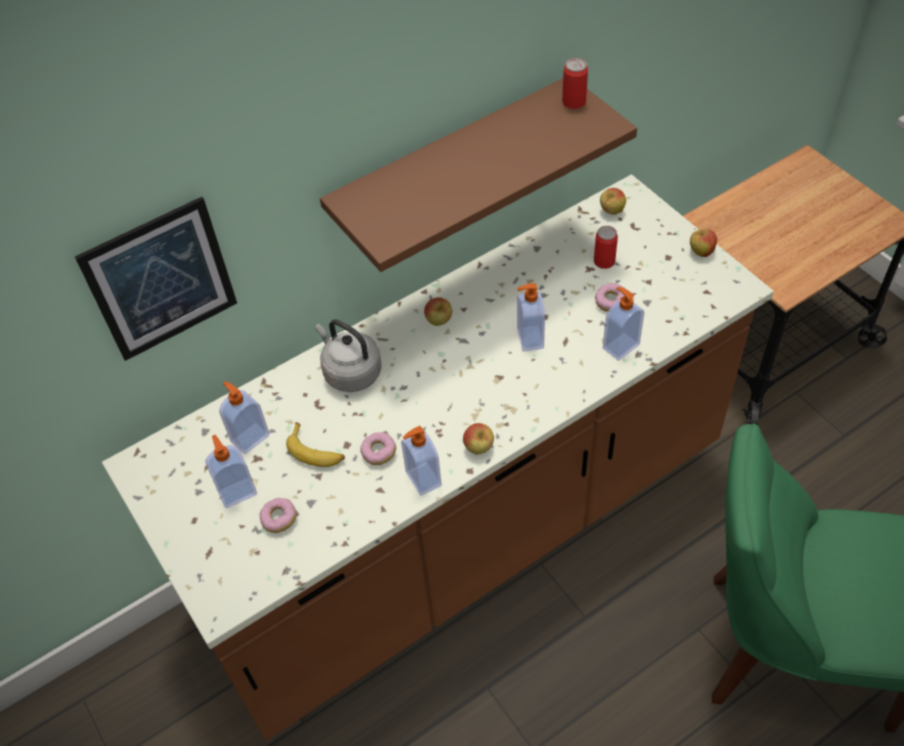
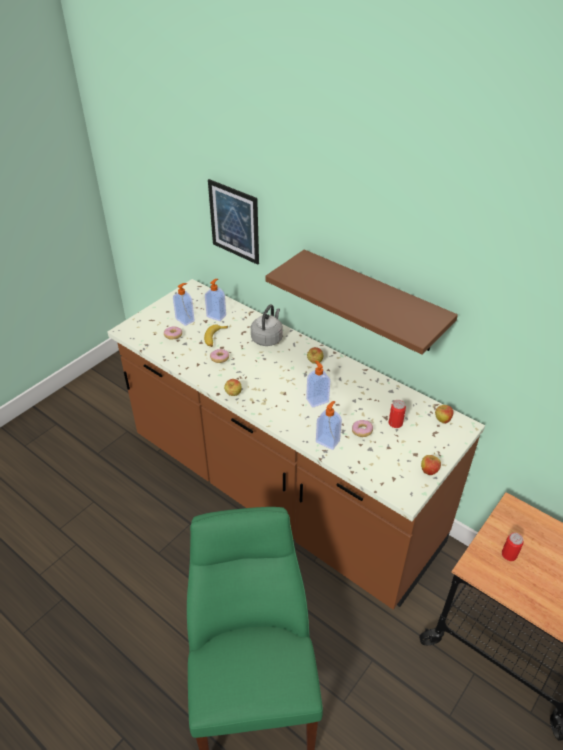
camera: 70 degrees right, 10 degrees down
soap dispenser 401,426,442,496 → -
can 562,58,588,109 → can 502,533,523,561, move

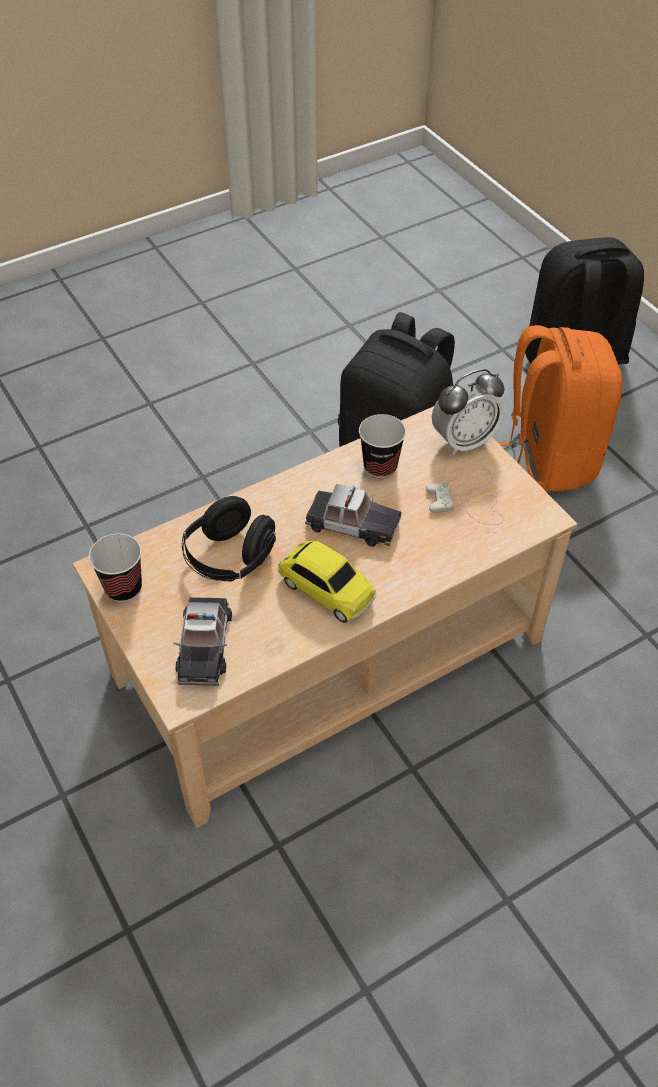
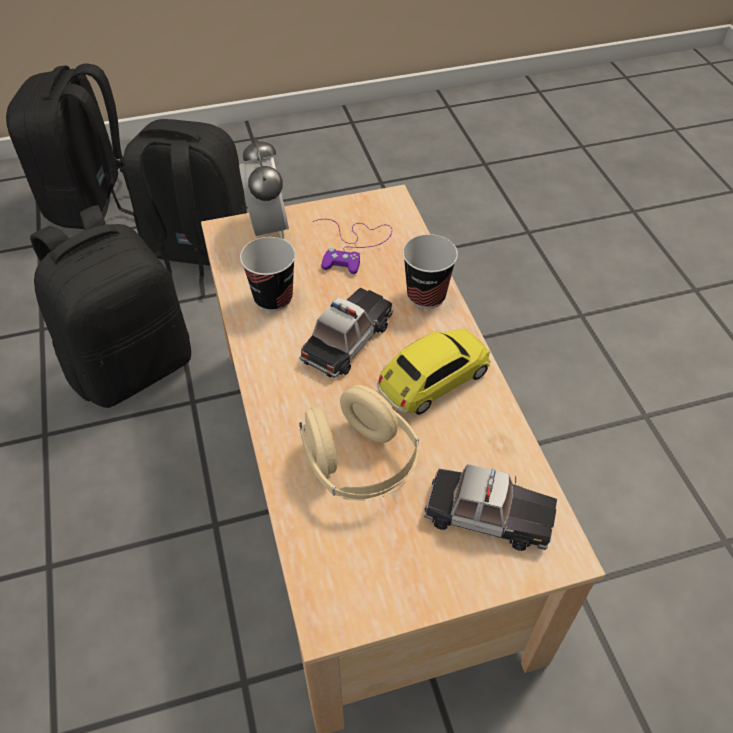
camera: 75 degrees left, 0 degrees up
cup 89,534,142,602 → cup 403,234,458,309, move
black headphones 182,496,276,582 → beige headphones 299,385,419,501
white game controller 426,466,504,525 → purple game controller 313,219,392,274
orange backpack 496,325,623,492 → black backpack 124,119,247,297

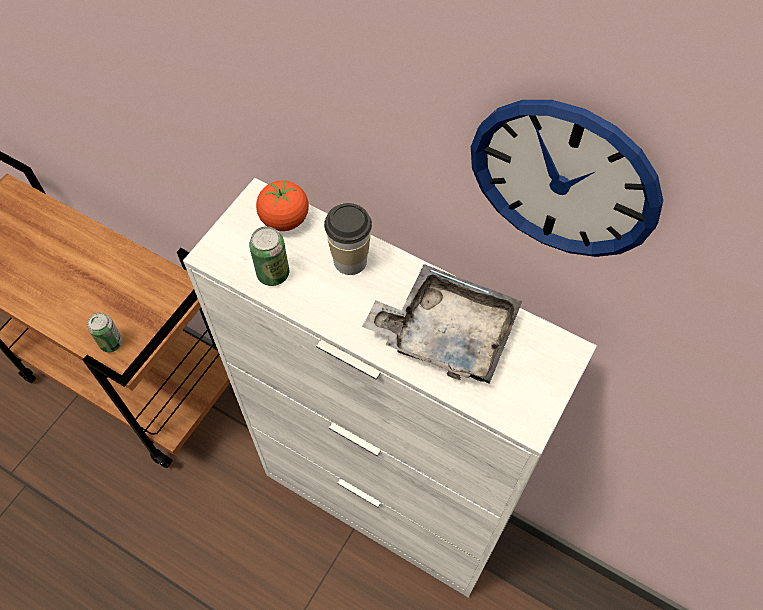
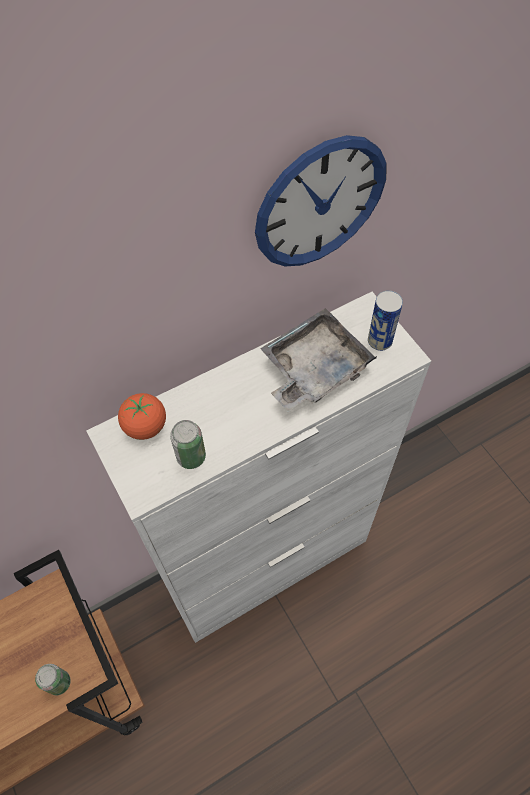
camera: 60 degrees left, 0 degrees up
cup 324,203,372,275 → -
- → can 368,290,403,351

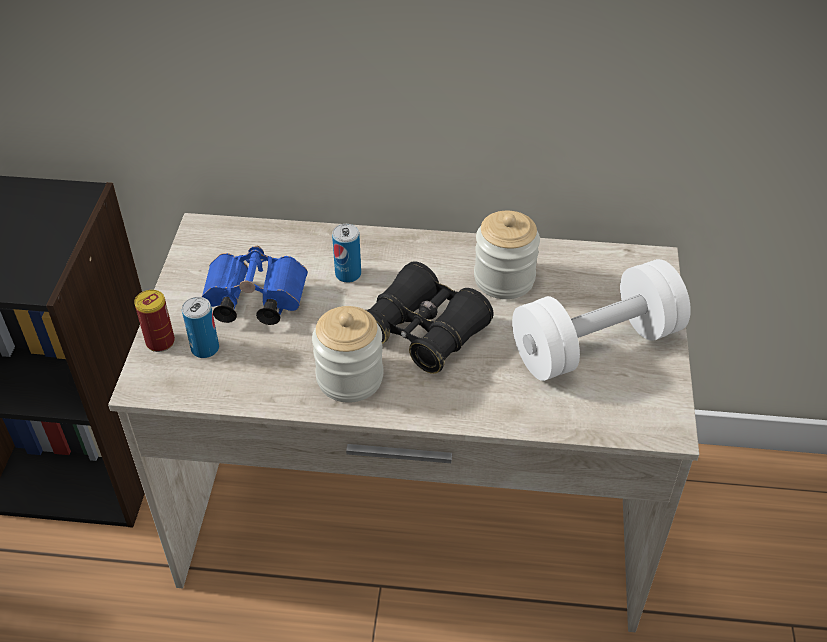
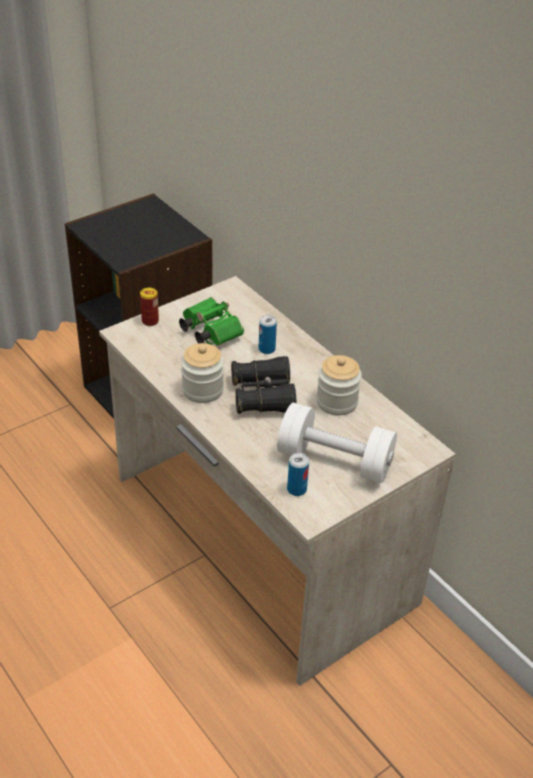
camera: 45 degrees right, 5 degrees down
can 182,297,219,358 → can 287,453,309,496, move
blue binoculars 202,246,308,325 → green binoculars 179,297,244,346

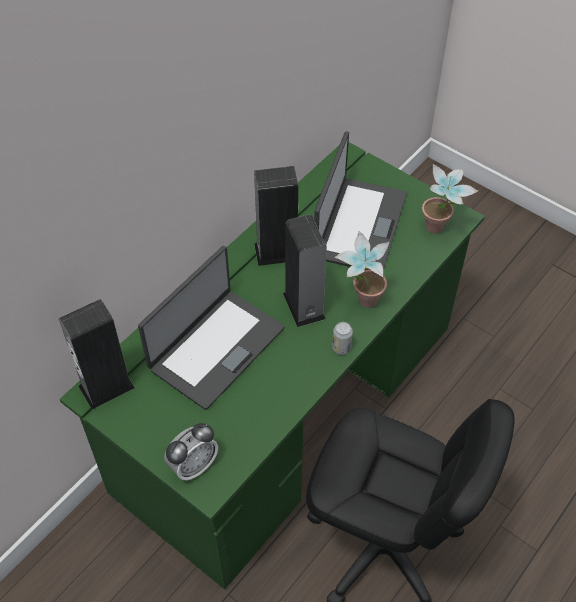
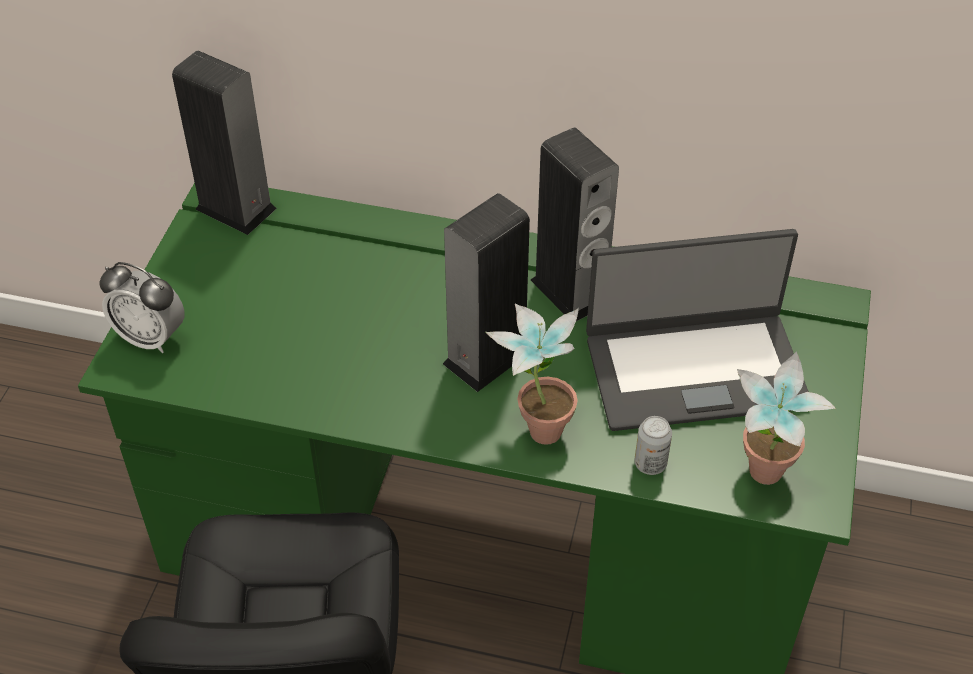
camera: 65 degrees right, 5 degrees down
laptop 138,246,284,410 → -
can 332,322,353,355 → can 634,416,672,475, move

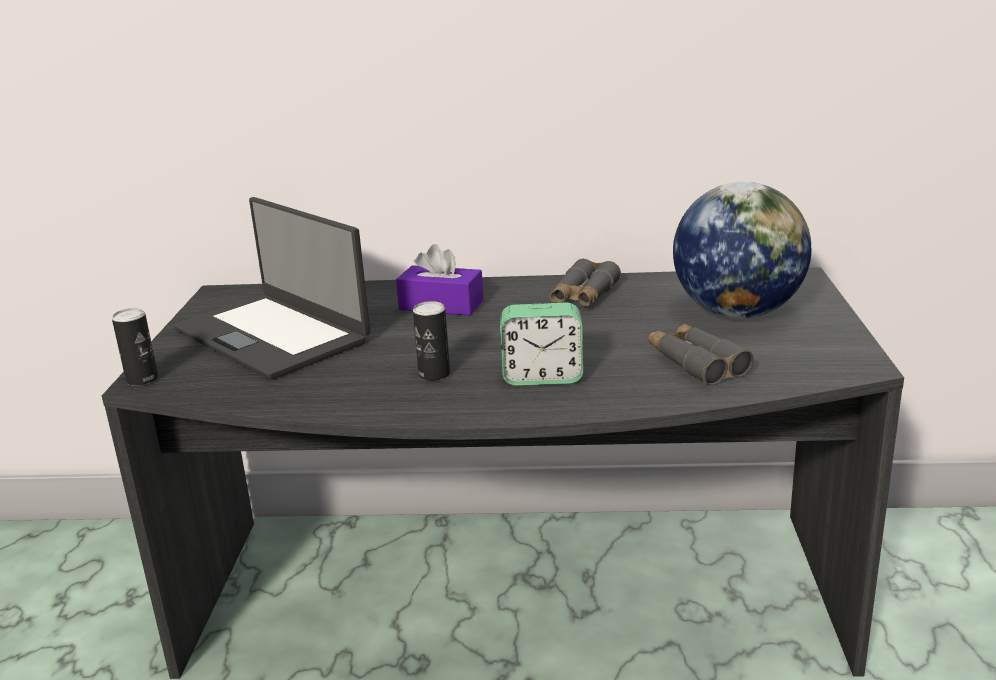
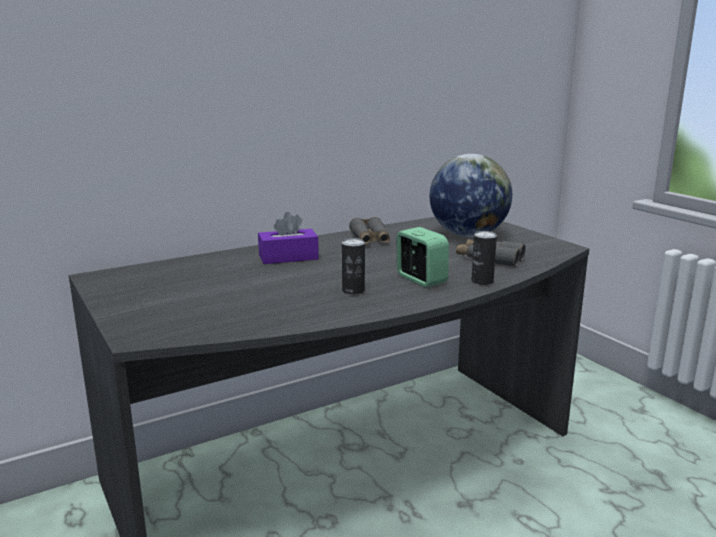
camera: 35 degrees left, 5 degrees down
can 112,308,158,386 → can 471,231,497,285, move
laptop 173,197,370,380 → -
alarm clock 500,303,583,386 → alarm clock 396,227,449,287, 90 degrees counterclockwise

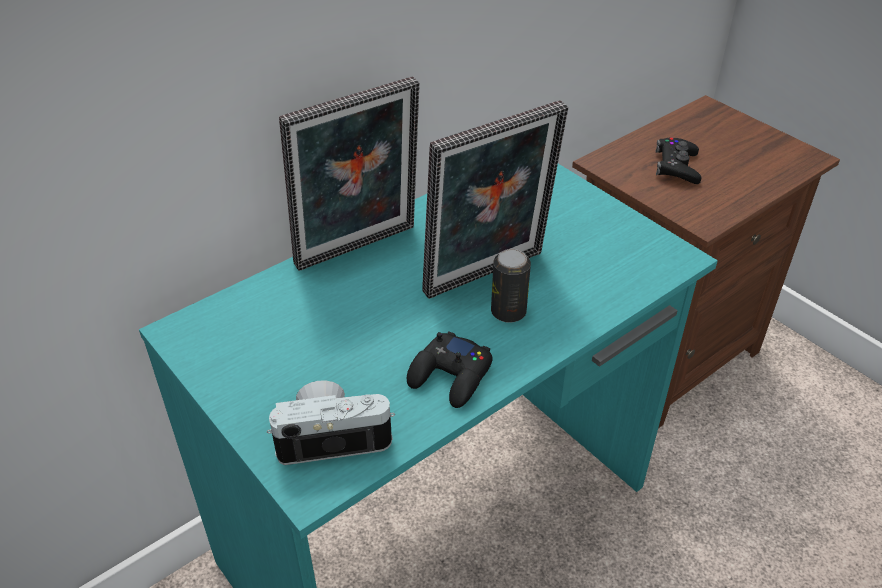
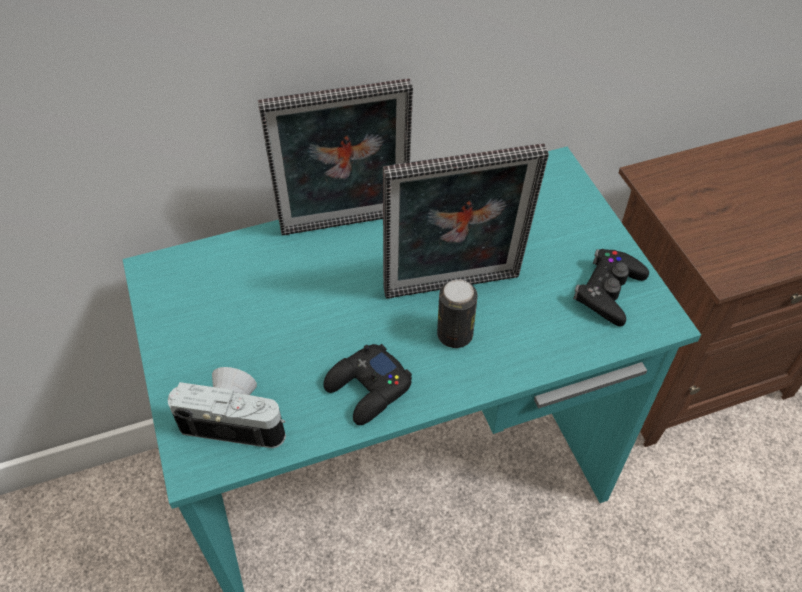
camera: 20 degrees right, 10 degrees up
black game controller 655,138,701,184 → black game controller 573,249,649,327, move

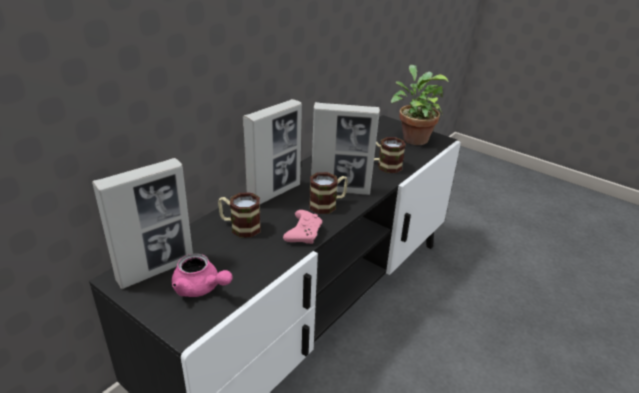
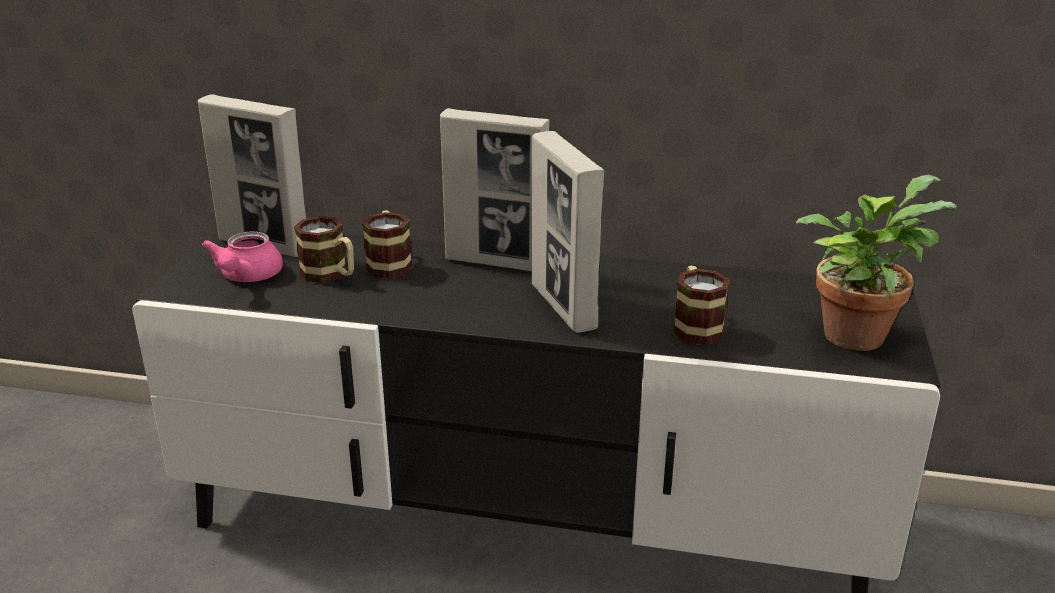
camera: 65 degrees right, 5 degrees down
pink game controller 283,210,322,244 → -
mug 309,172,348,214 → mug 294,216,354,283, move

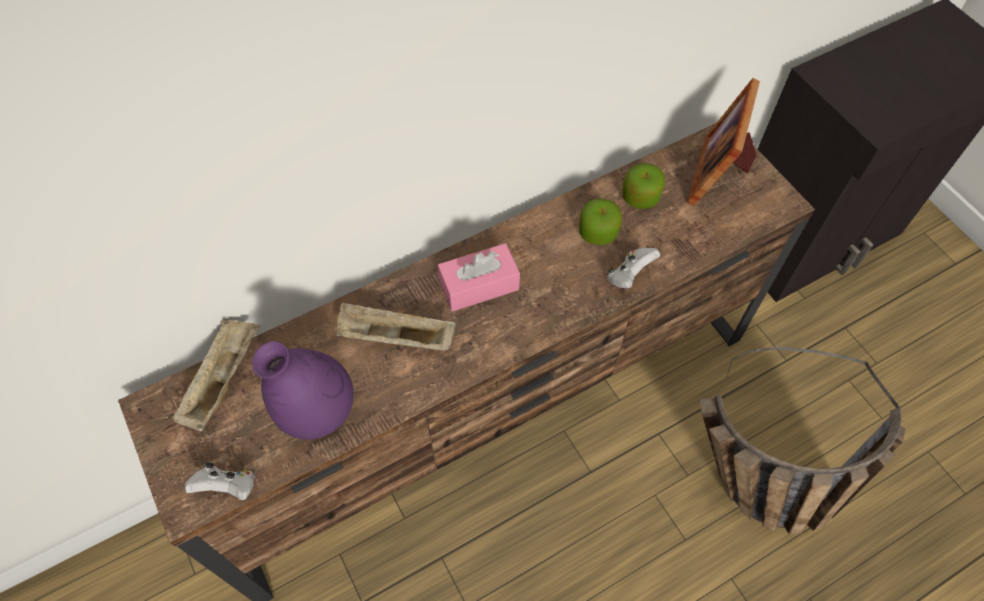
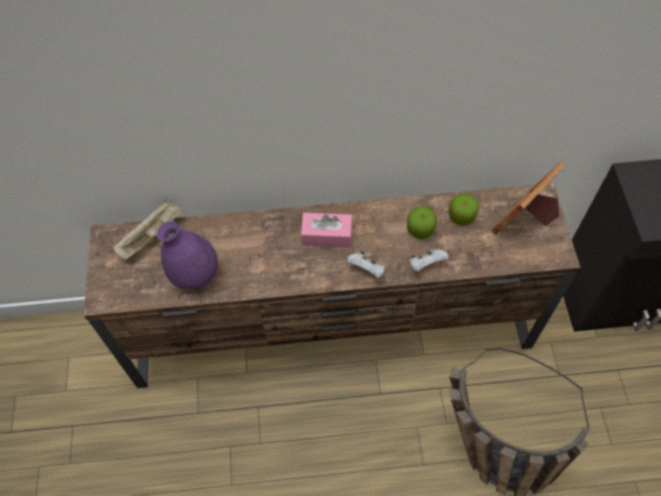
camera: 25 degrees right, 0 degrees up
white game controller 185,463,255,500 → white game controller 347,251,385,278, move
beige tray 337,302,456,351 → -

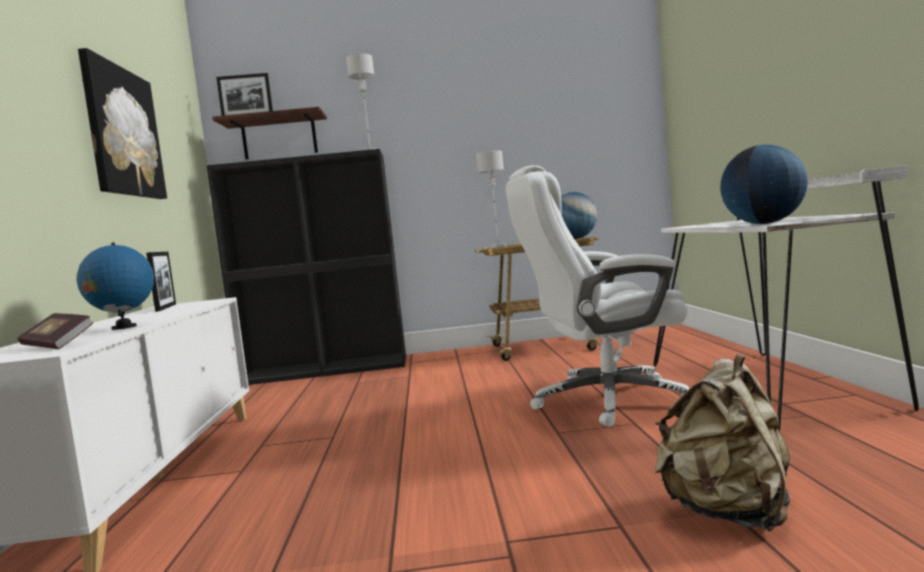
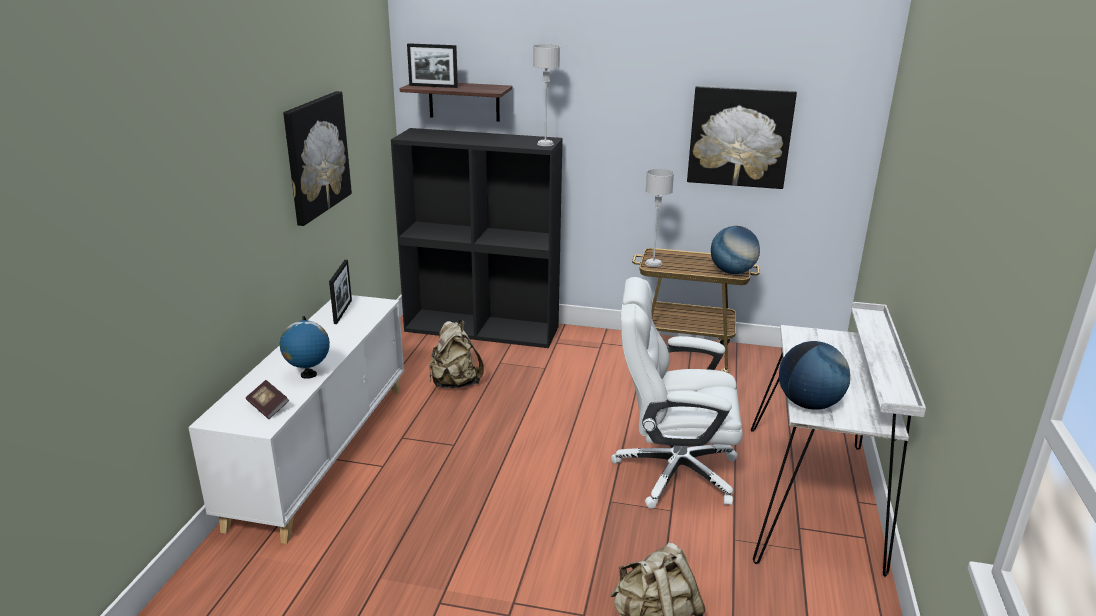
camera: 15 degrees right, 20 degrees up
- → beige backpack 429,320,484,388
- → picture 687,86,797,189

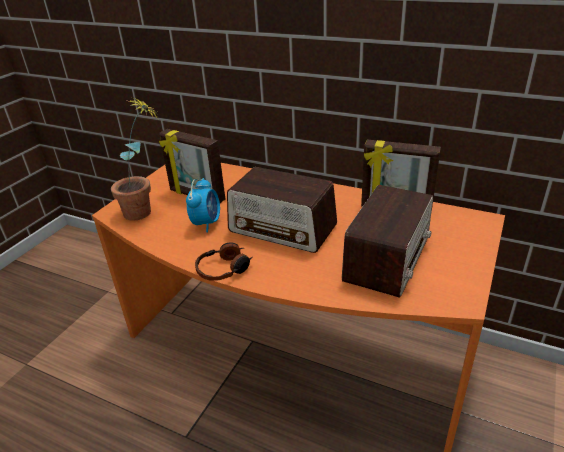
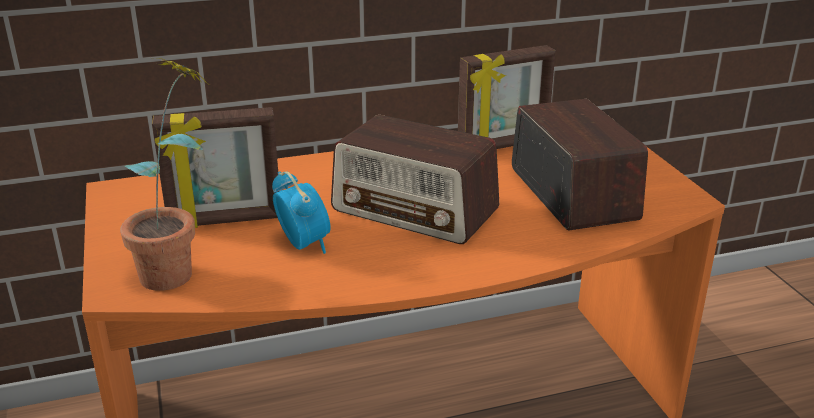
camera: 45 degrees left, 5 degrees down
headphones 195,242,253,281 → -
radio 227,167,337,253 → radio 331,115,499,244, 45 degrees clockwise

